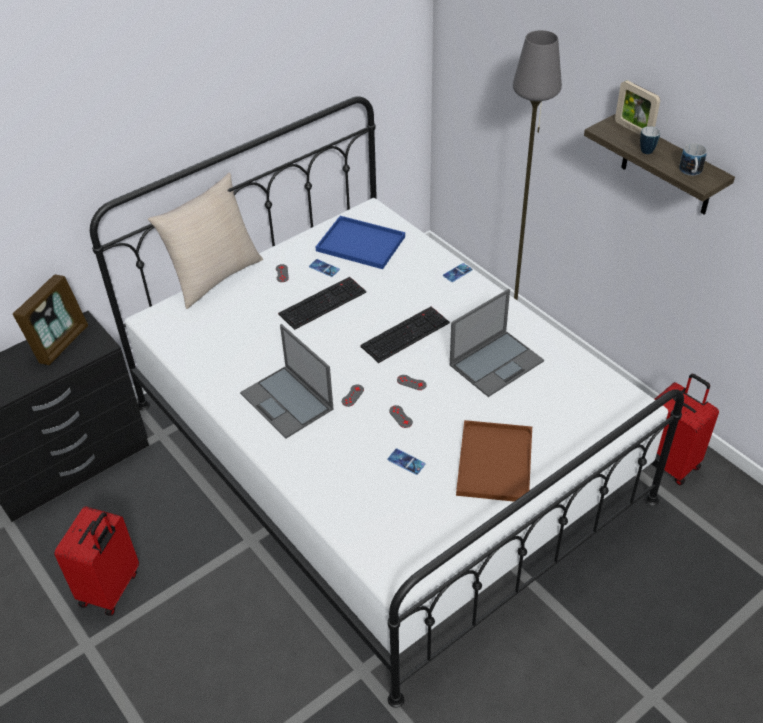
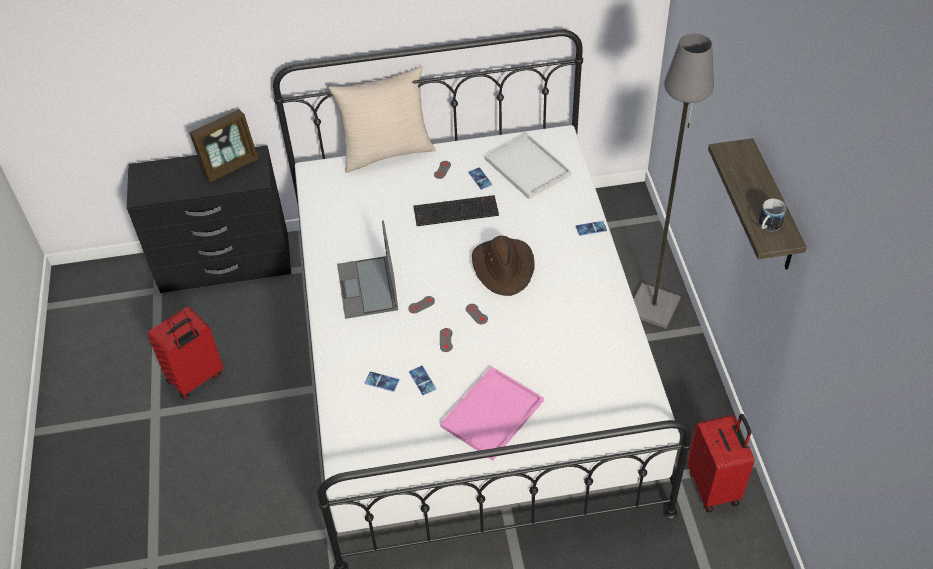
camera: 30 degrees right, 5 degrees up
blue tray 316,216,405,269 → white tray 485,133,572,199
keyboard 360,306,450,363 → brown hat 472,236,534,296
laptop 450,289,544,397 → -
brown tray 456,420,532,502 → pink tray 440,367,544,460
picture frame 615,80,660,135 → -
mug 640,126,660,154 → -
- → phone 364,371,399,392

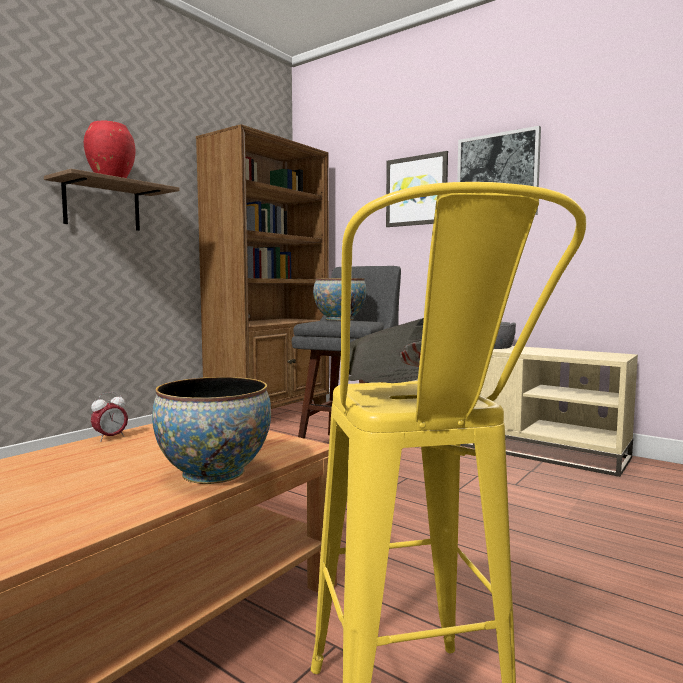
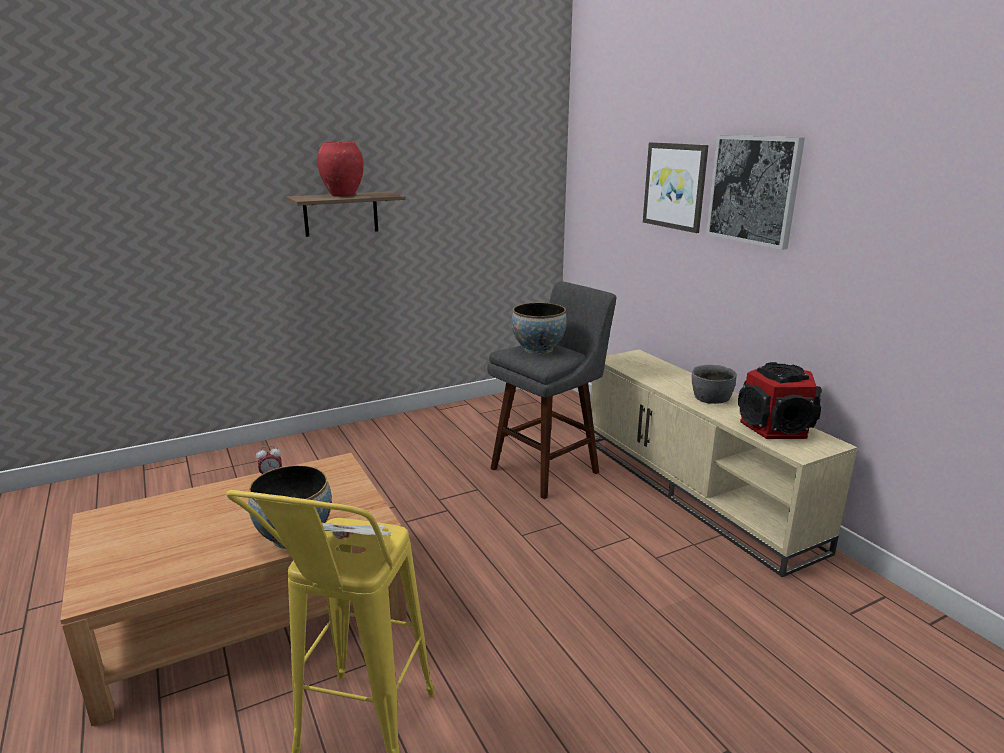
camera: 25 degrees right, 15 degrees up
brown bookcase 196,124,329,409 → -
- → speaker 738,362,822,439

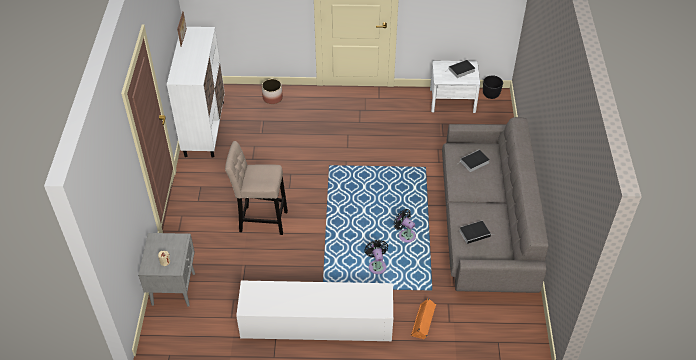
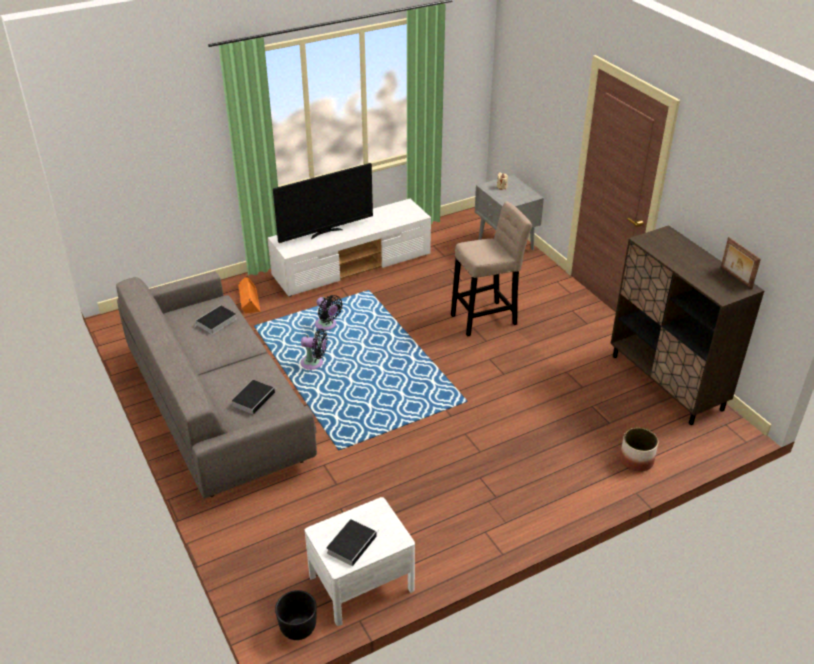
camera: 150 degrees right, 10 degrees down
white cabinet 167,27,225,158 → brown cabinet 610,225,764,425
- → television 273,163,373,243

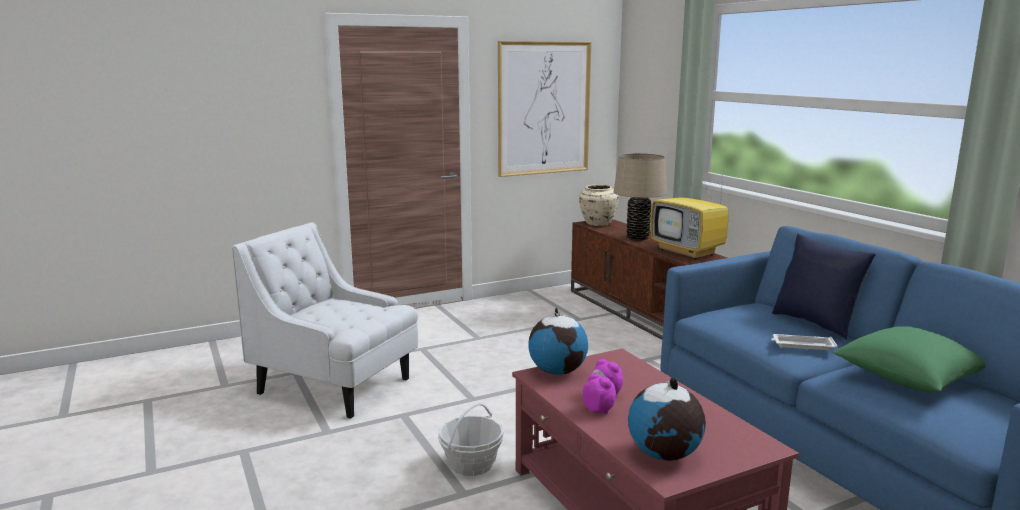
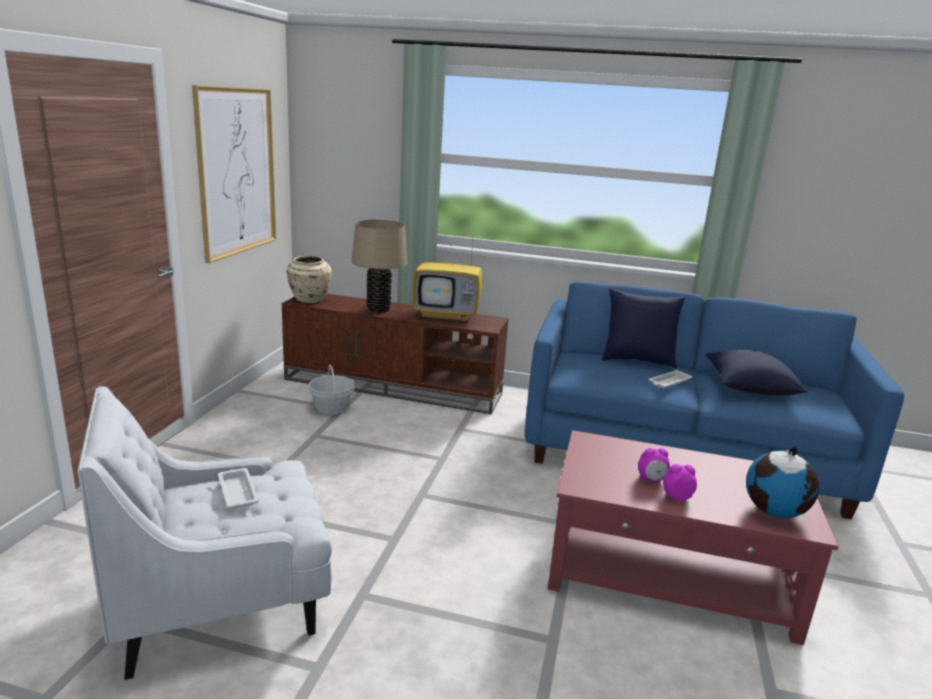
camera: 50 degrees left, 5 degrees up
basket 438,402,504,476 → basket 308,364,355,415, move
globe 528,307,588,375 → -
green pillow 833,326,986,393 → blue pillow 705,349,808,395
- → white tray 218,468,259,509

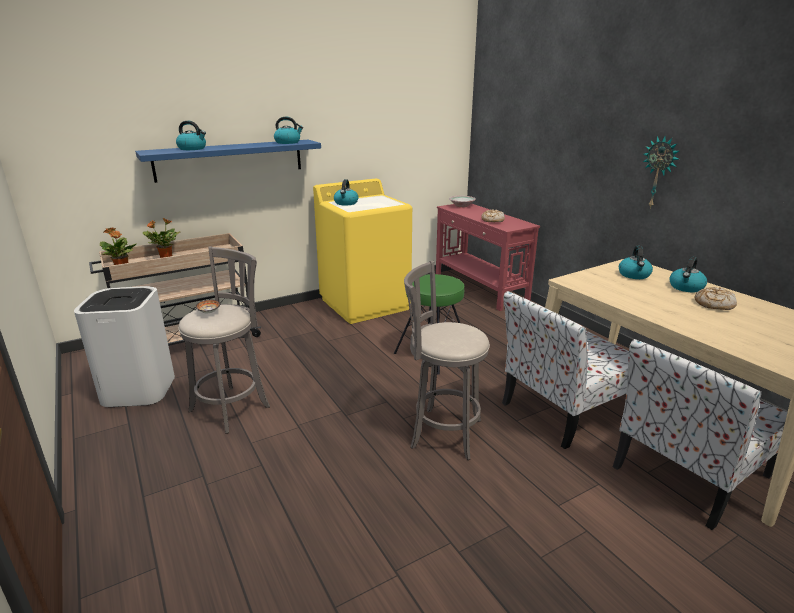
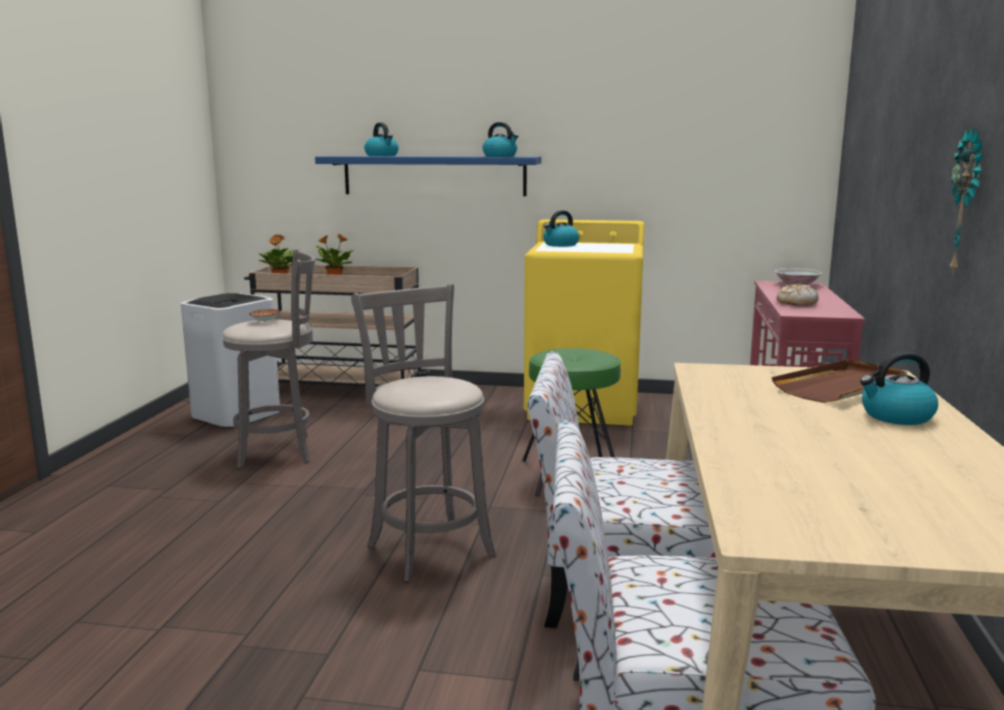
camera: 40 degrees right, 10 degrees down
kettle 619,246,653,279 → brown tray 772,359,907,403
bread 695,287,737,310 → -

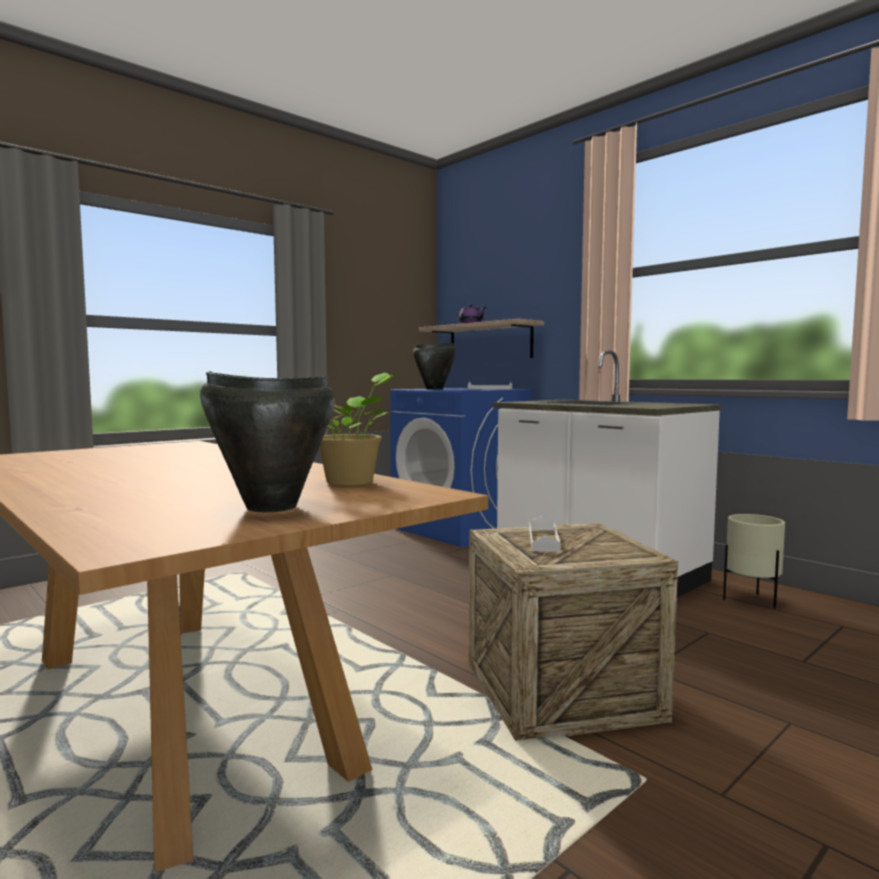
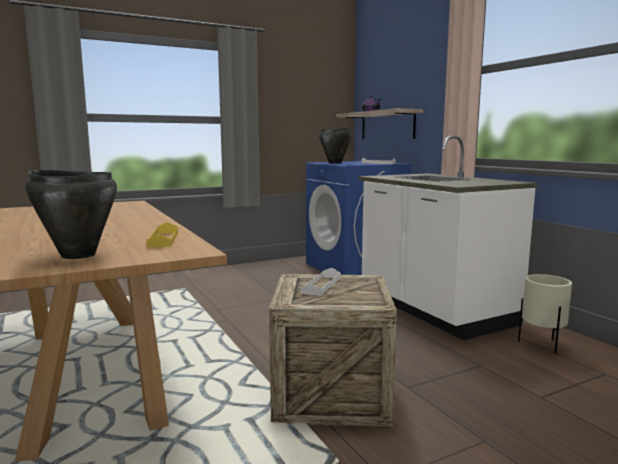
camera: 15 degrees right, 5 degrees up
potted plant 319,373,398,486 → yellow tray 147,222,178,248

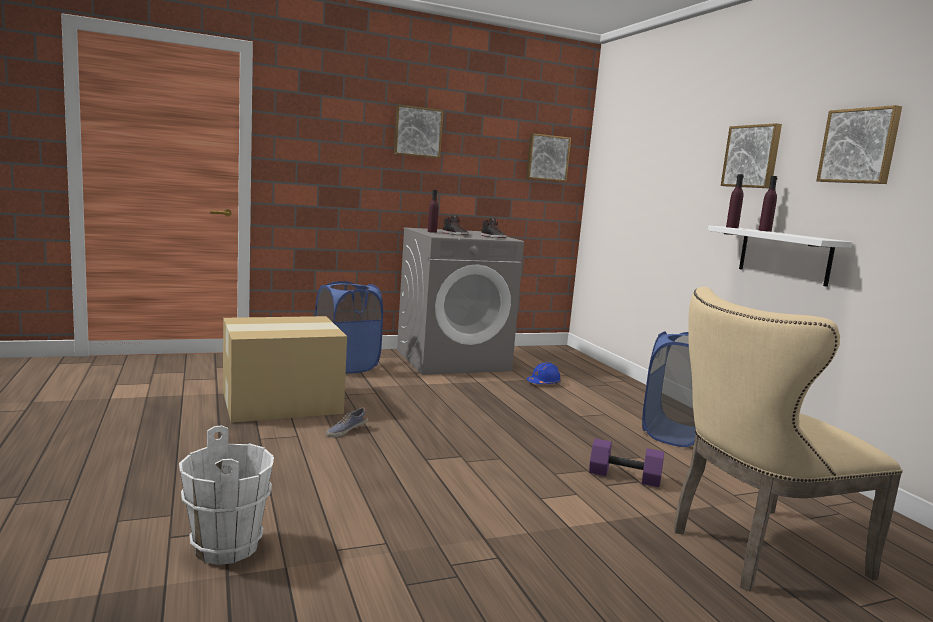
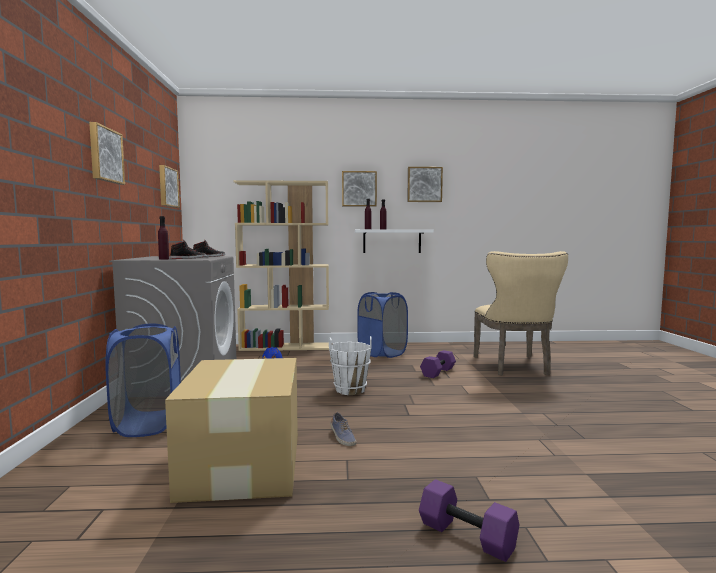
camera: 70 degrees left, 5 degrees down
white bucket 179,425,274,565 → white bucket 329,336,371,395, move
- → beige bookcase 234,180,329,351
- → purple dumbbell 419,479,519,562

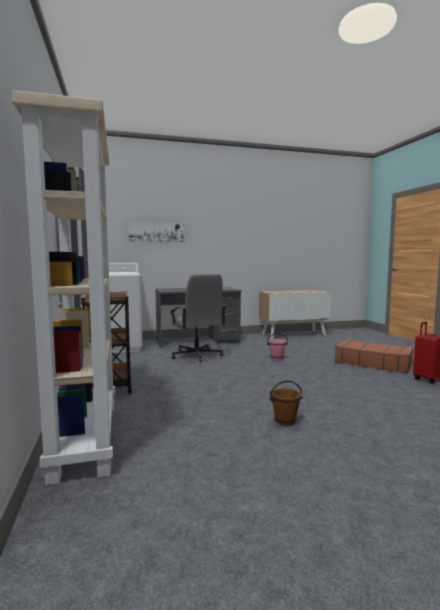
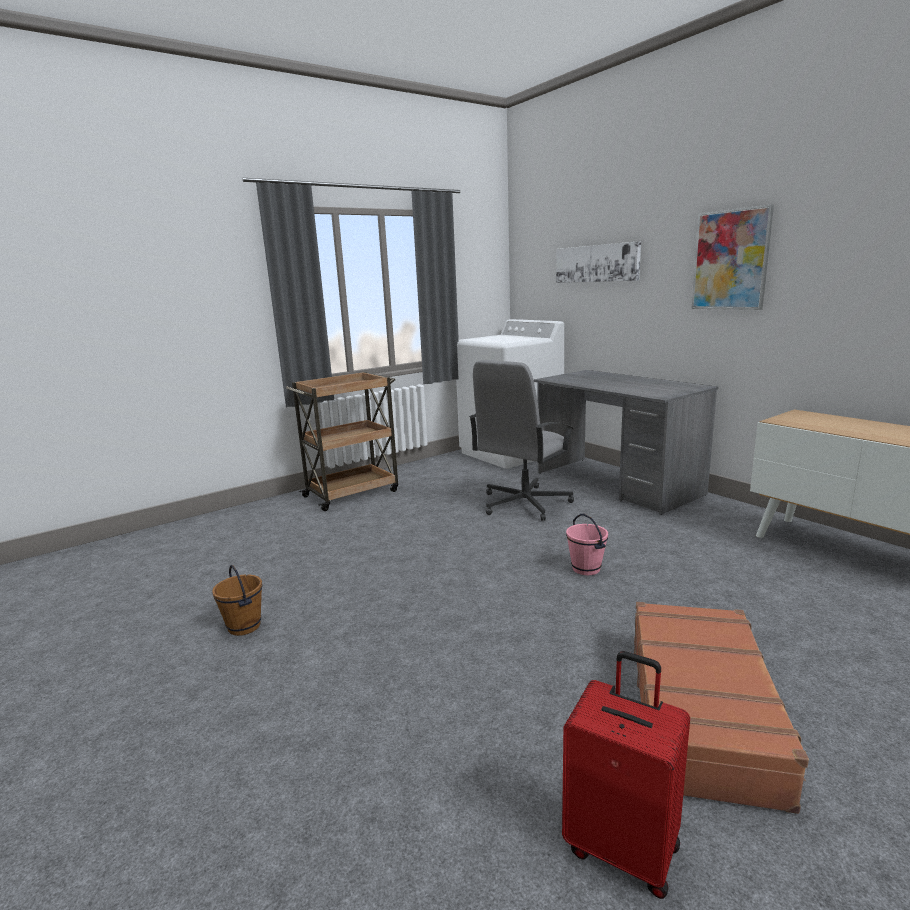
camera: 70 degrees right, 10 degrees up
beige bookcase 11,90,115,485 → -
- → picture 691,204,774,310

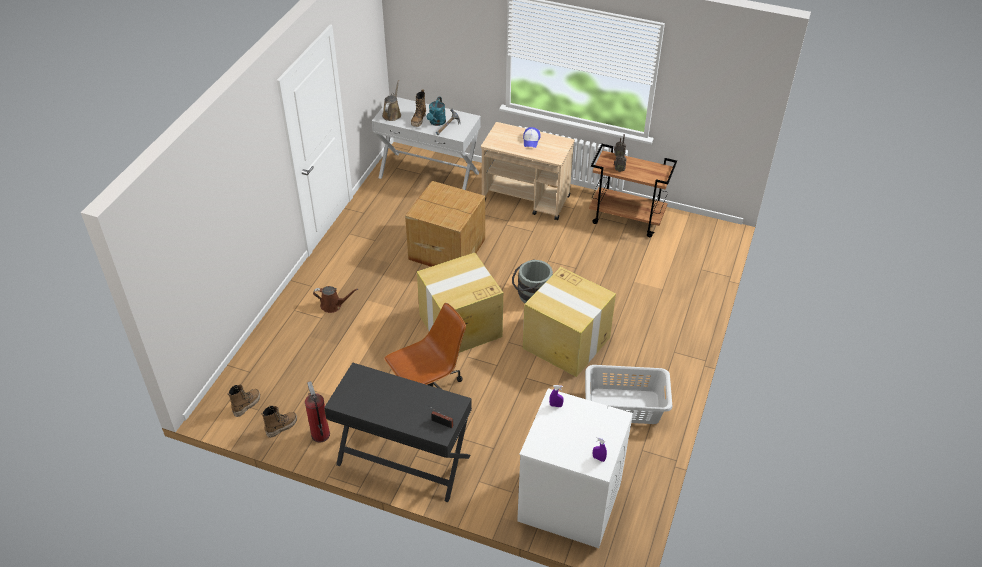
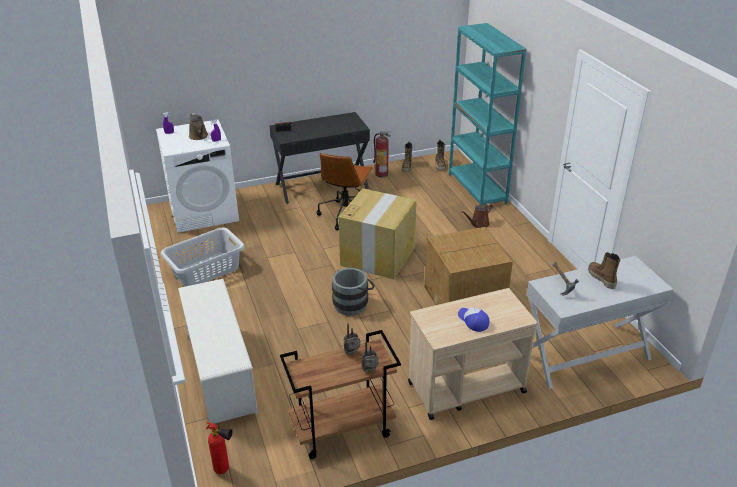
camera: 140 degrees right, 10 degrees down
brown watering can 382,80,401,121 → brown watering can 189,113,208,140, move
turquoise watering can 426,96,446,126 → -
cardboard box 523,267,616,377 → -
- → white shoe rack 178,279,258,424
- → fire extinguisher 206,422,233,474
- → turquoise bookcase 449,23,527,205

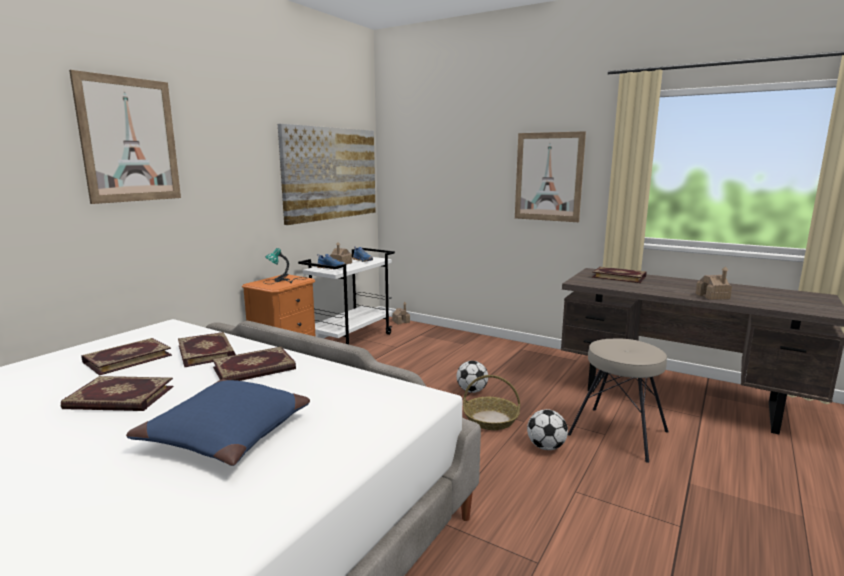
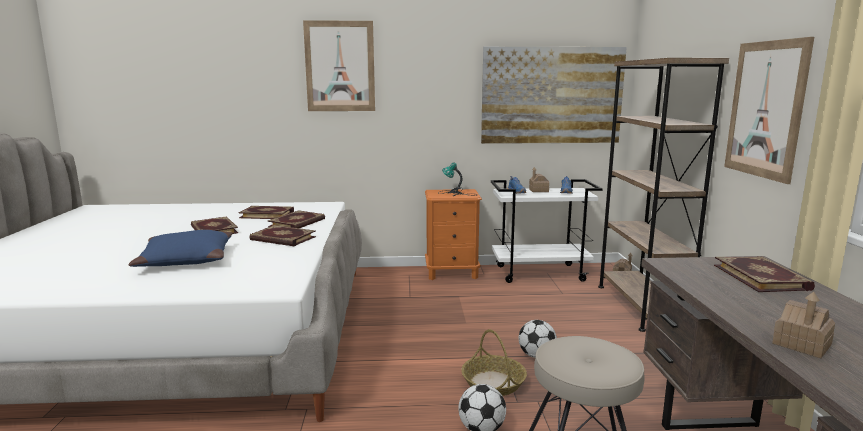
camera: 55 degrees right, 0 degrees up
- → brown bookcase 598,58,729,332

